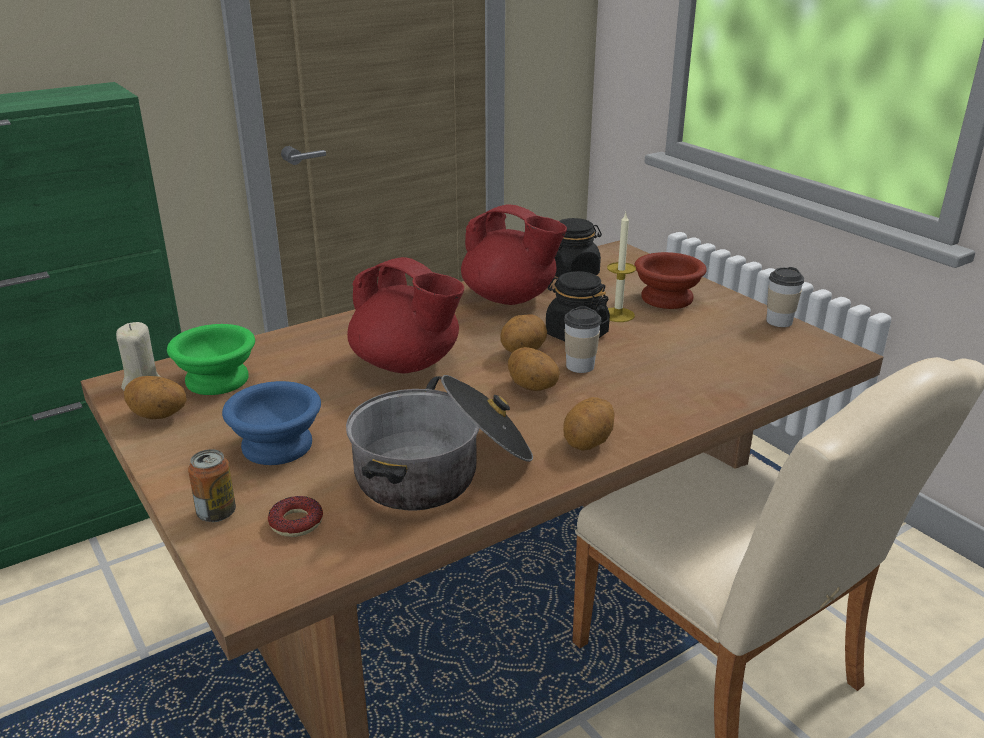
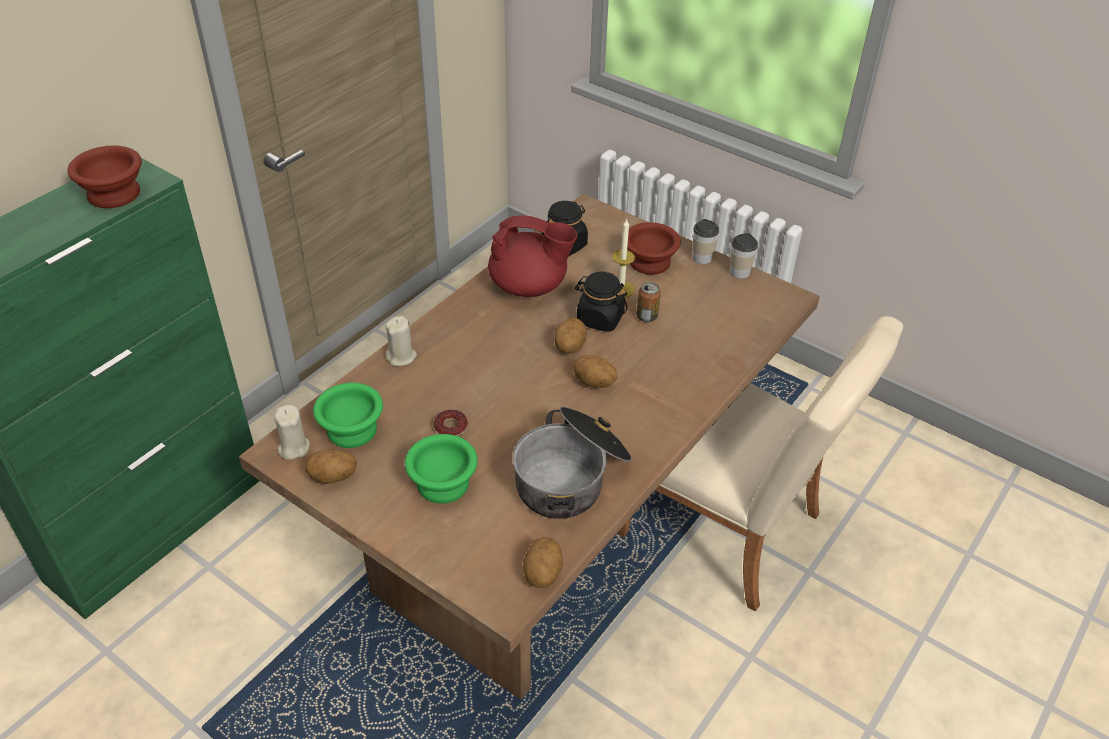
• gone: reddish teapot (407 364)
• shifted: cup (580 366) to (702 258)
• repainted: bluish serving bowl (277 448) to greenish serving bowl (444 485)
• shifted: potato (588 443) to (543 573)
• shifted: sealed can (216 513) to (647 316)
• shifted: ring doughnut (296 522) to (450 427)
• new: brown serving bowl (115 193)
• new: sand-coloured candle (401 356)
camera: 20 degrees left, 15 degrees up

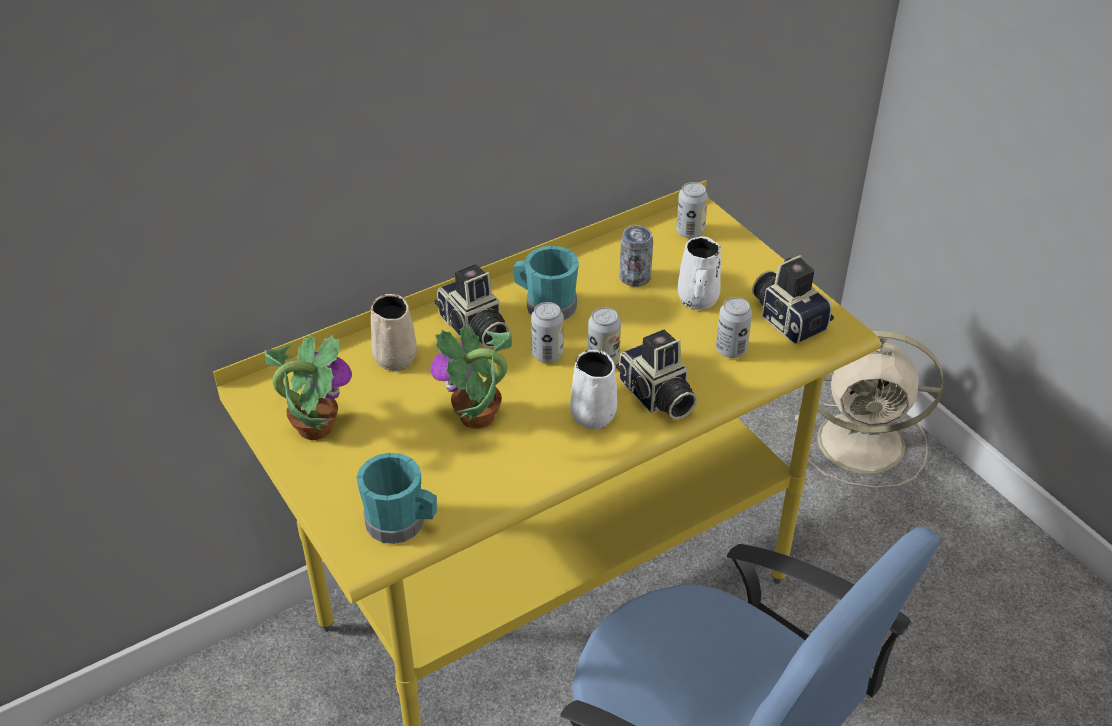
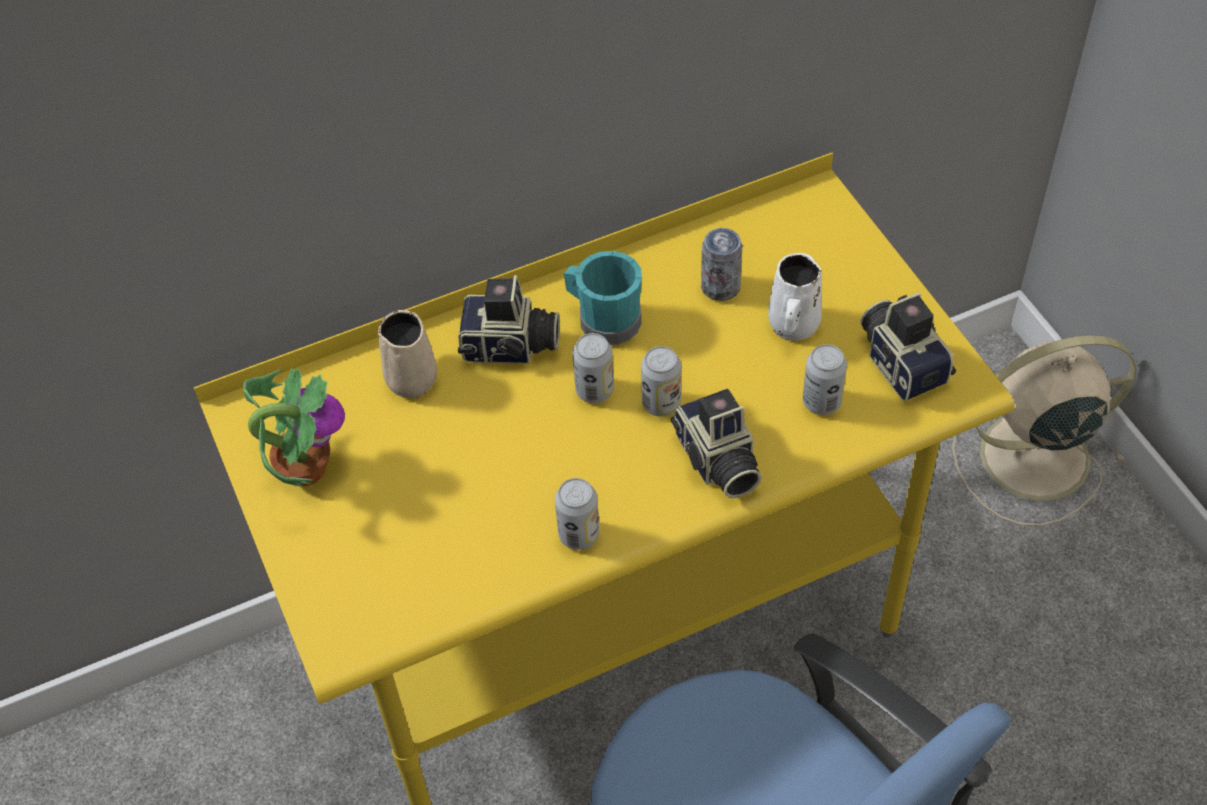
• shifted: sealed can (690 232) to (579 534)
• rotated: photo camera (473 329) = (511 347) 60 degrees counterclockwise
• gone: plant in a pot (477 417)
• rotated: sand-coloured electric fan (865 442) = (1029 457) 150 degrees clockwise
• gone: white tea mug (592 413)
• gone: blue-green tea mug (401 523)
camera: 10 degrees right, 10 degrees up

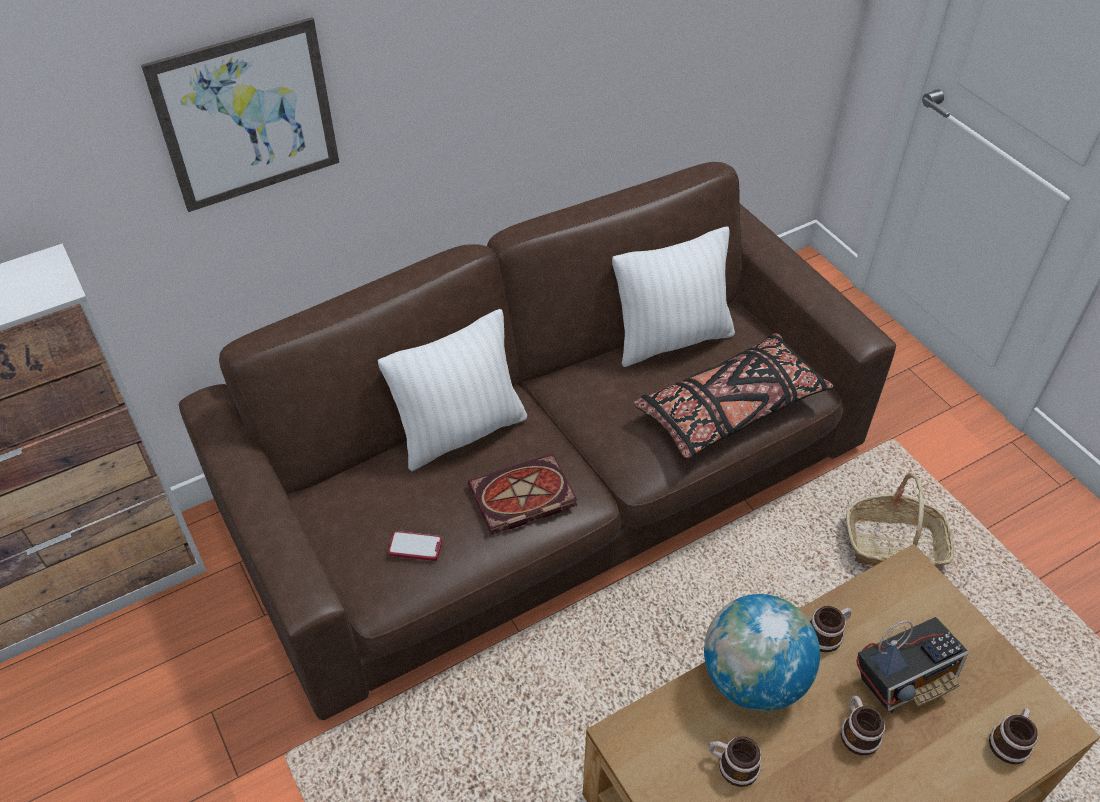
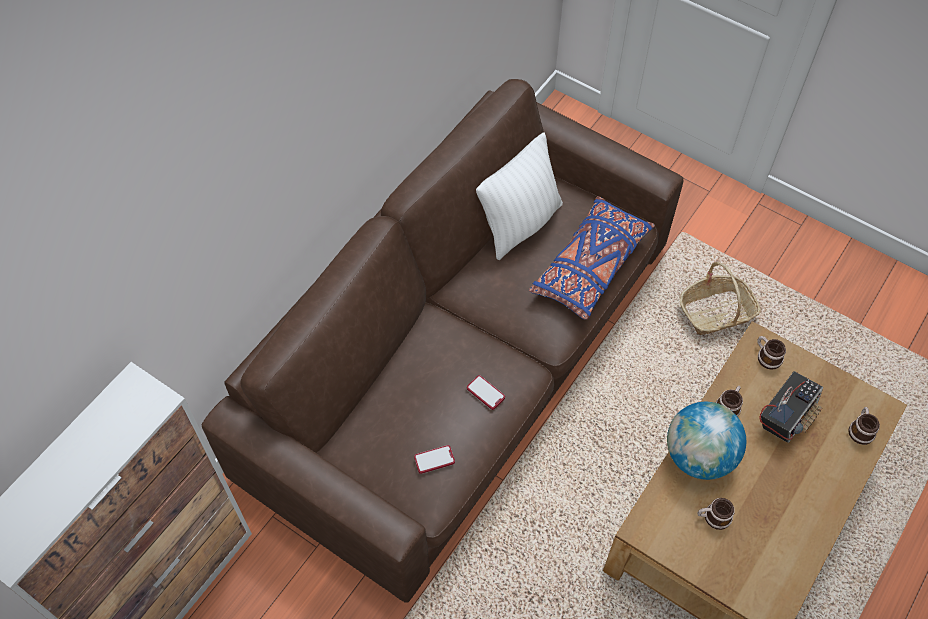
• gone: wall art (247 116)
• gone: white throw pillow (461 432)
• repainted: black throw pillow (730 409) to bluish throw pillow (590 266)
• swapped: book (520 498) to phone (485 393)
• shifted: tea mug (857 731) to (766 356)
camera: 25 degrees left, 10 degrees up

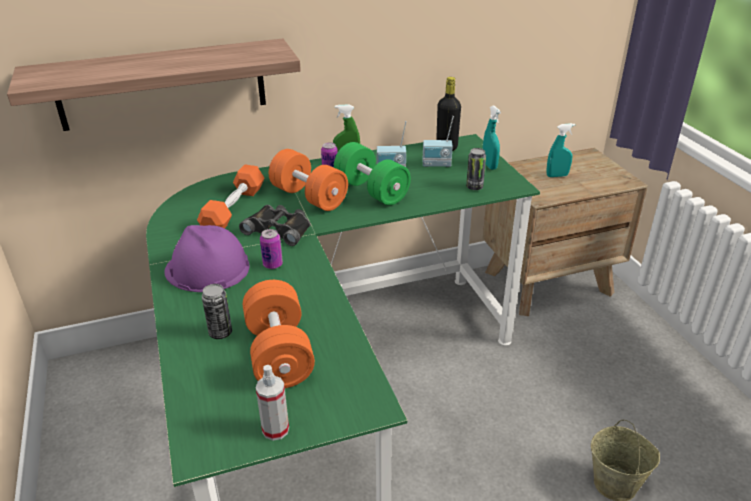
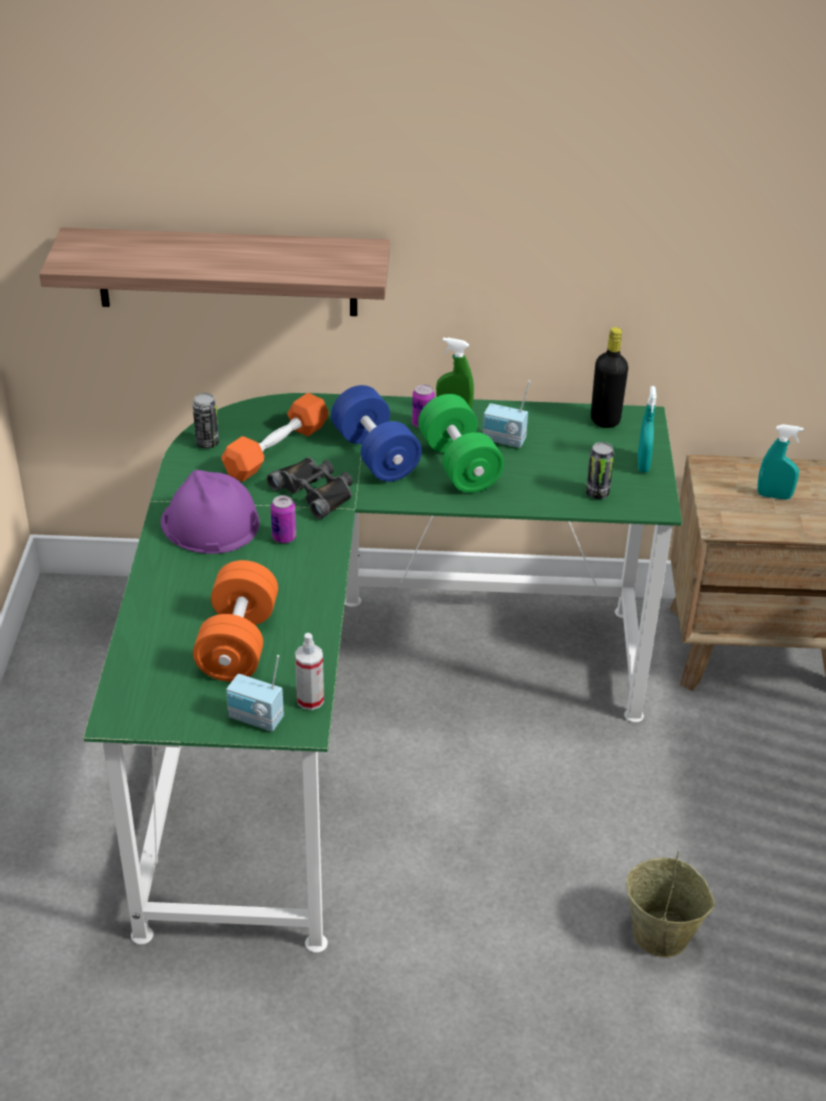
• shifted: radio set (436 165) to (255 719)
• repainted: orange free weight (309 197) to bluish free weight (375 455)
• shifted: sealed can (220 333) to (207 443)
• shifted: sprayer (275 429) to (310 700)
camera: 20 degrees right, 5 degrees up

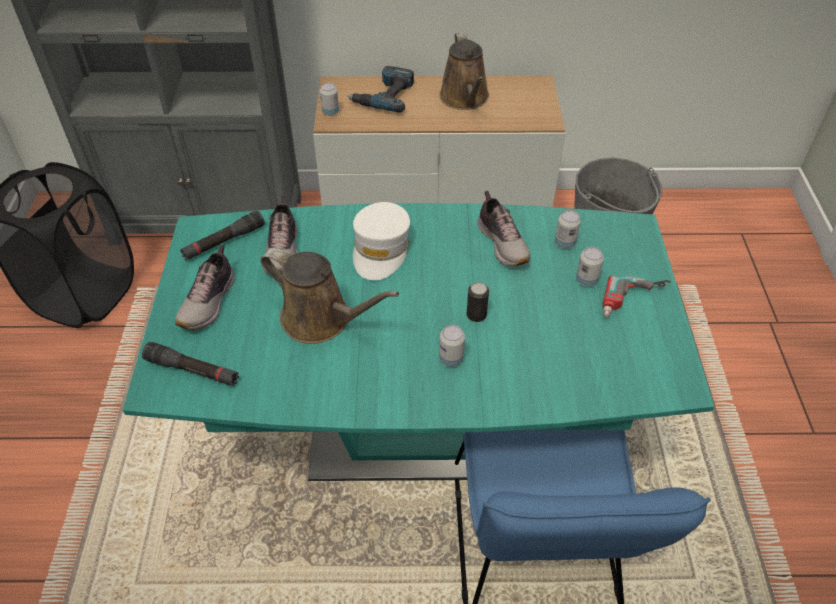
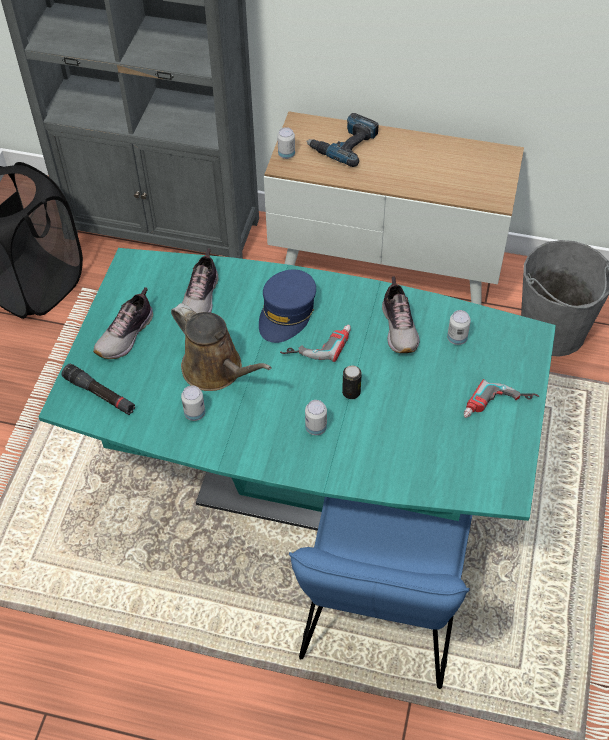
• gone: brown sprinkling can (465 99)
• repainted: white peaked cap (381 249) to bluish peaked cap (287 313)
• gone: black hand torch (224 242)
• shifted: sealed can (586 280) to (195 413)
• new: power drill (317 343)
camera: 15 degrees right, 5 degrees up

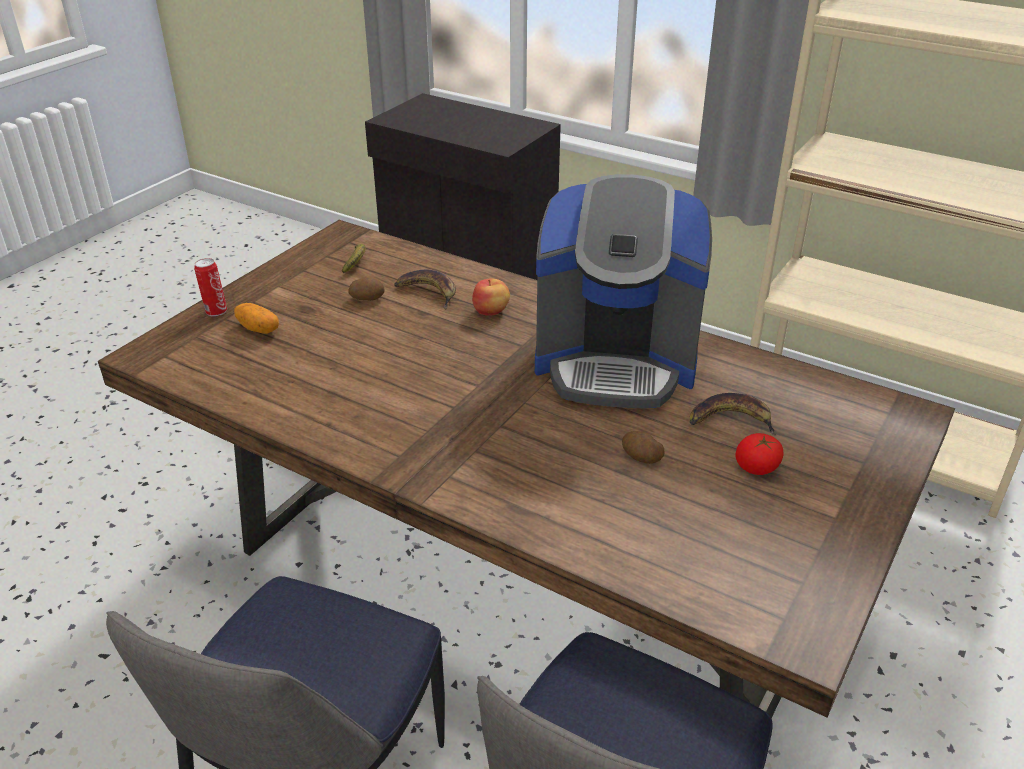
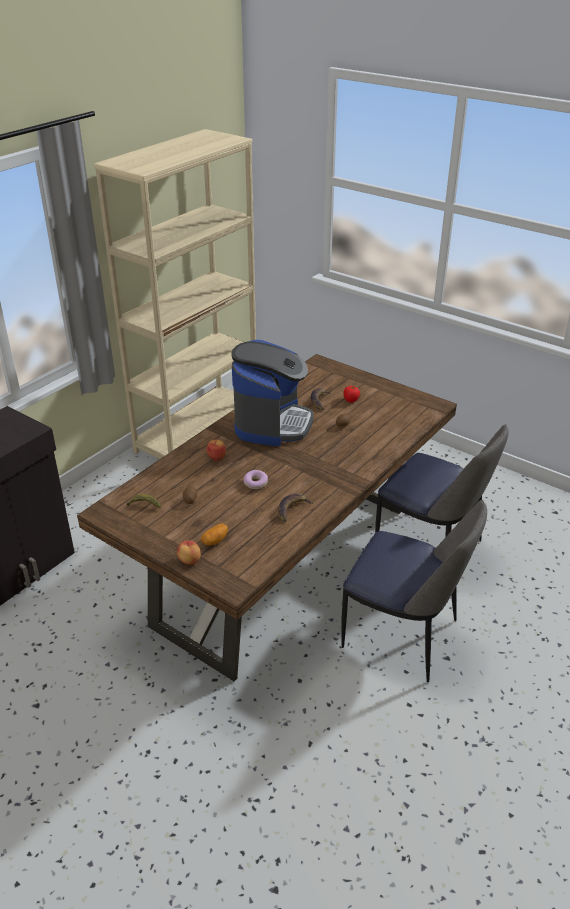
• swapped: sealed can (215 311) to whole apple (189 561)
• shifted: banana fruit (428 292) to (292 509)
• new: ring doughnut (255 483)
camera: 85 degrees left, 0 degrees up

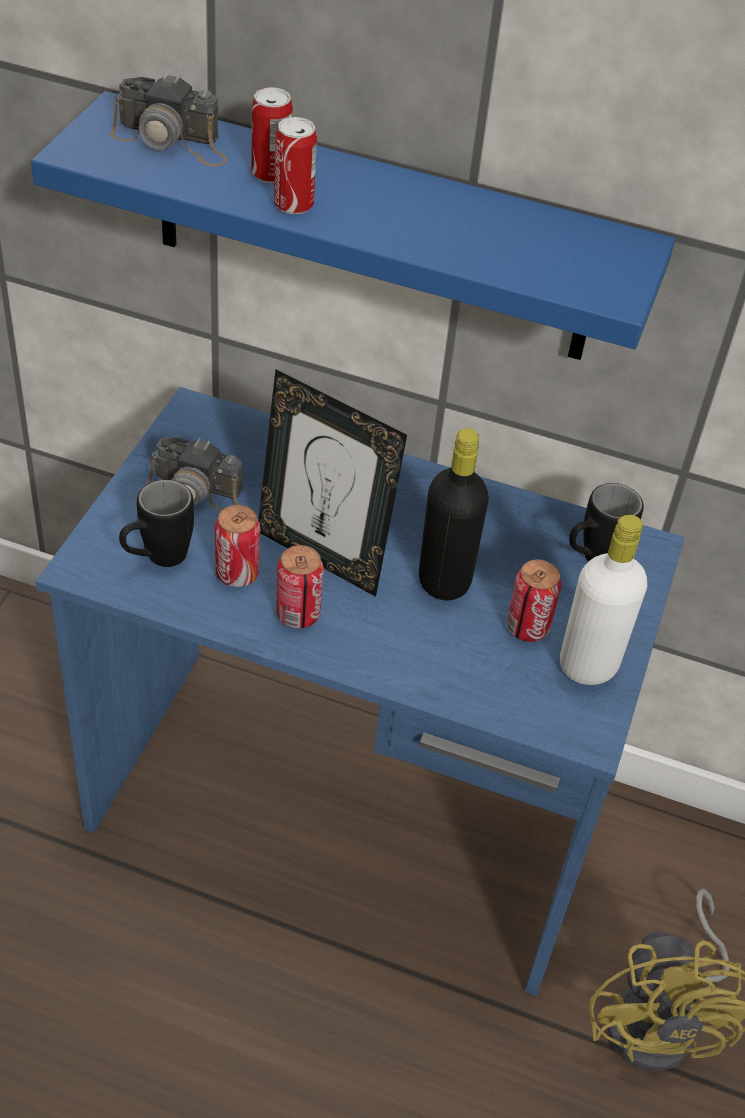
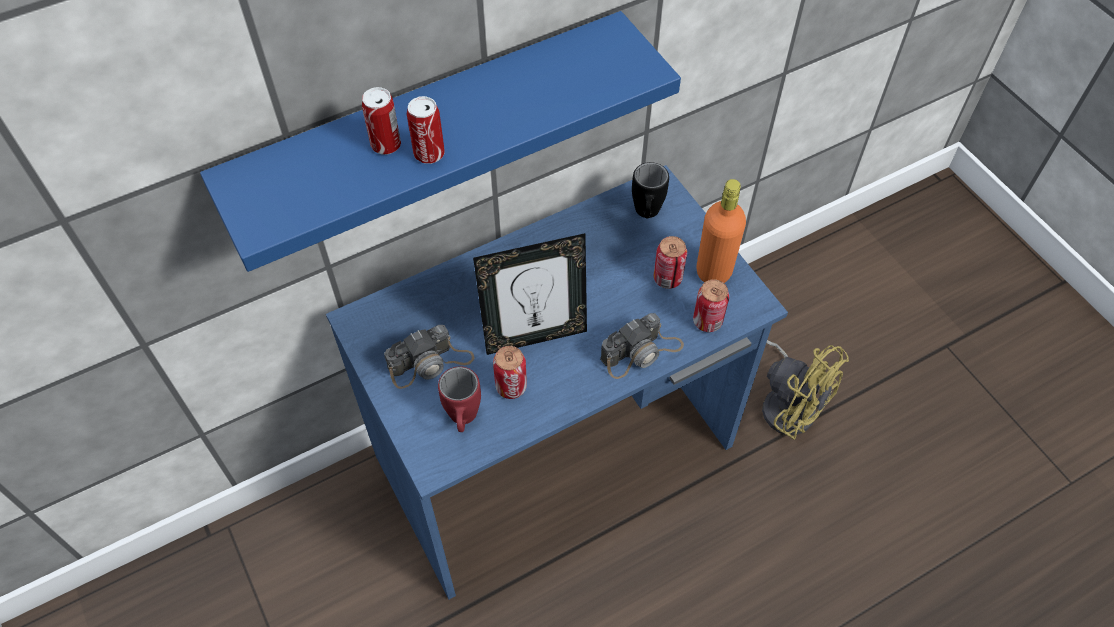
• shifted: photo camera (172 141) to (641 352)
• gone: black beverage bottle (444 581)
• repainted: black tea mug (156 560) to reddish tea mug (463 421)
• repainted: white beverage bottle (588 665) to orange beverage bottle (713 271)
• shifted: sealed can (298 614) to (707 321)
camera: 45 degrees left, 10 degrees up

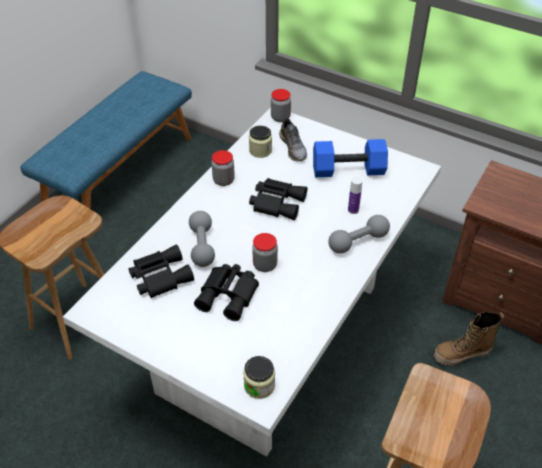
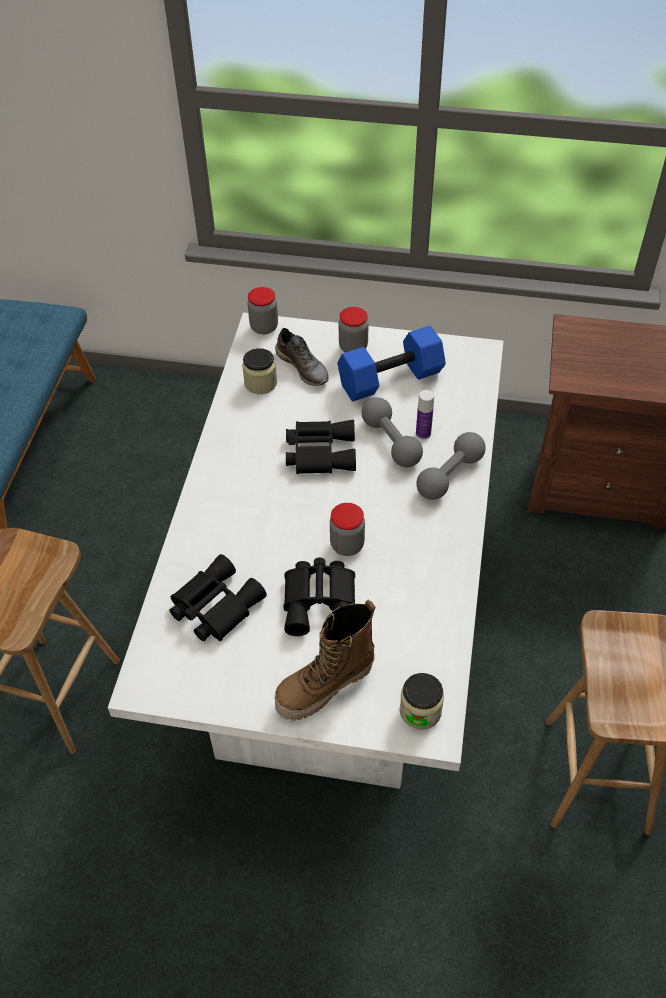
• shifted: storage jar (223 180) to (353 347)
• shifted: gray free weight (202 246) to (391 442)
• shifted: high-top boot (462 354) to (325 686)
camera: 20 degrees left, 5 degrees up

